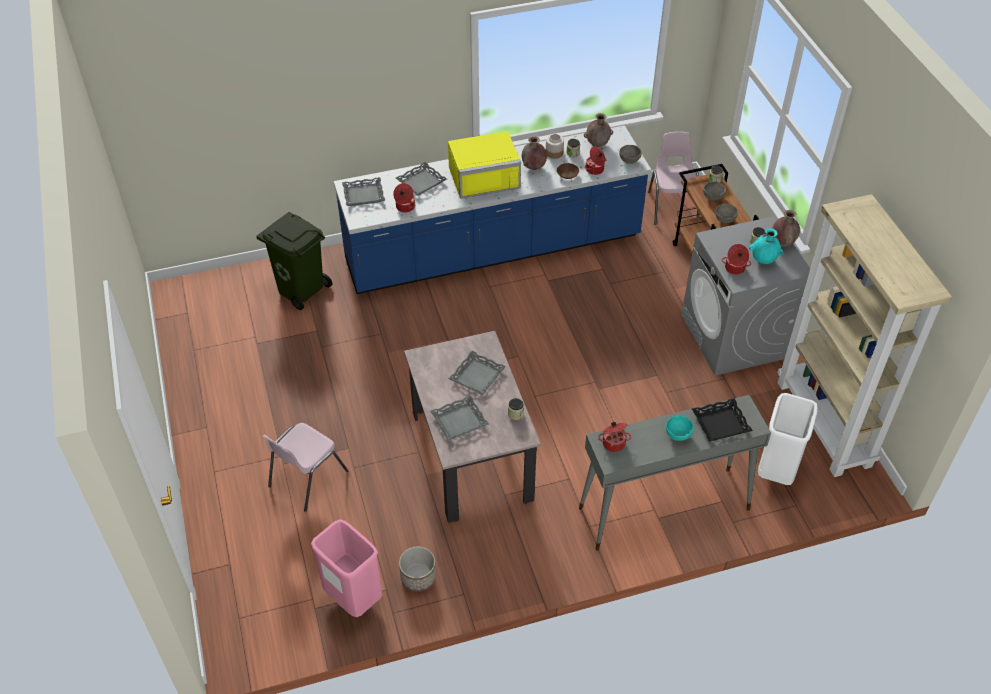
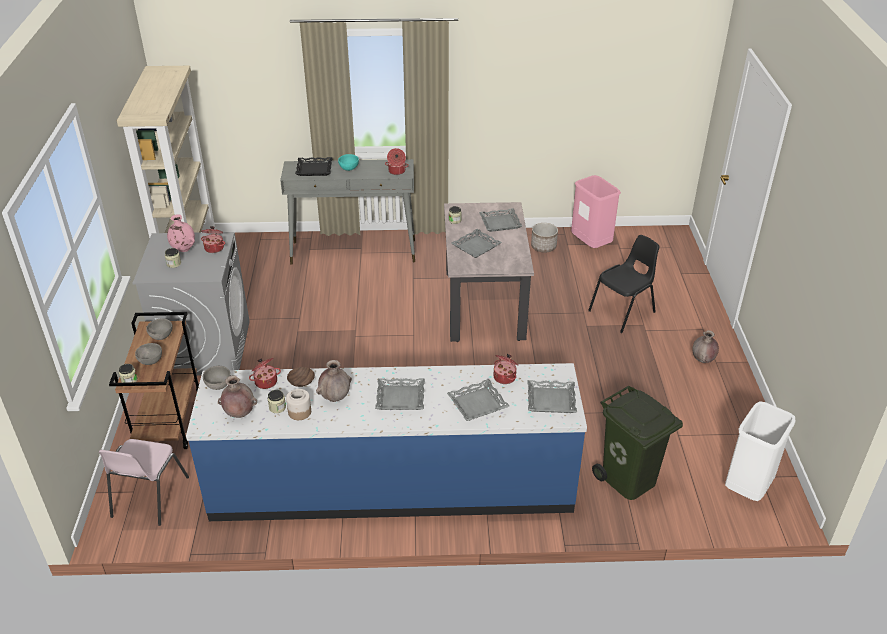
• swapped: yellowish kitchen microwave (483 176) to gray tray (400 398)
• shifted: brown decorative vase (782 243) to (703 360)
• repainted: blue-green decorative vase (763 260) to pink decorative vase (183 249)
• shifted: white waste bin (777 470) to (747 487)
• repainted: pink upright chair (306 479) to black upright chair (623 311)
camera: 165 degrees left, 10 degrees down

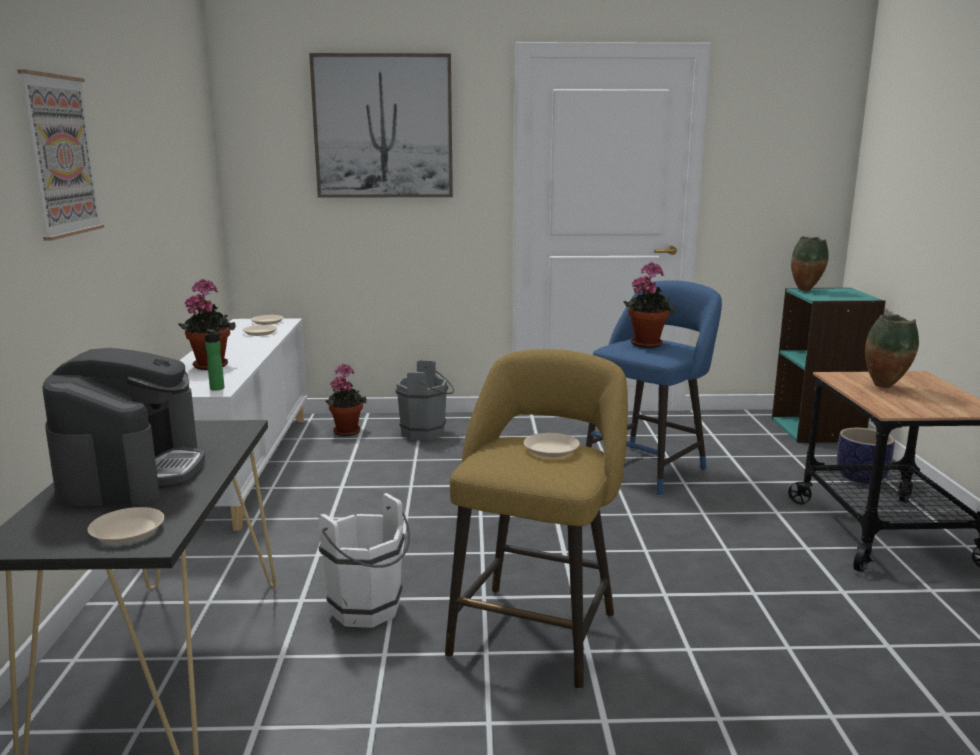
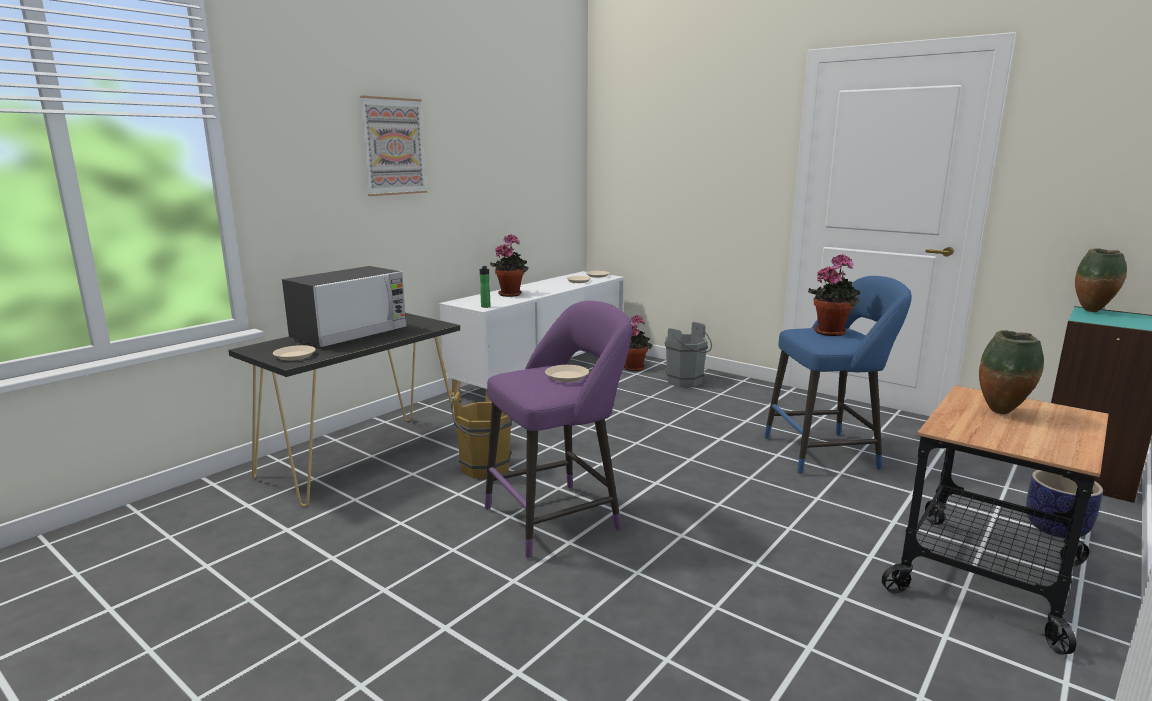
• gone: wall art (383 127)
• swapped: coffee maker (132 472) to kitchen microwave (350 334)
• repainted: yellowish sitting stool (536 629) to purplish sitting stool (559 517)
• repainted: white bucket (368 611) to brown bucket (485 470)
camera: 40 degrees right, 0 degrees up

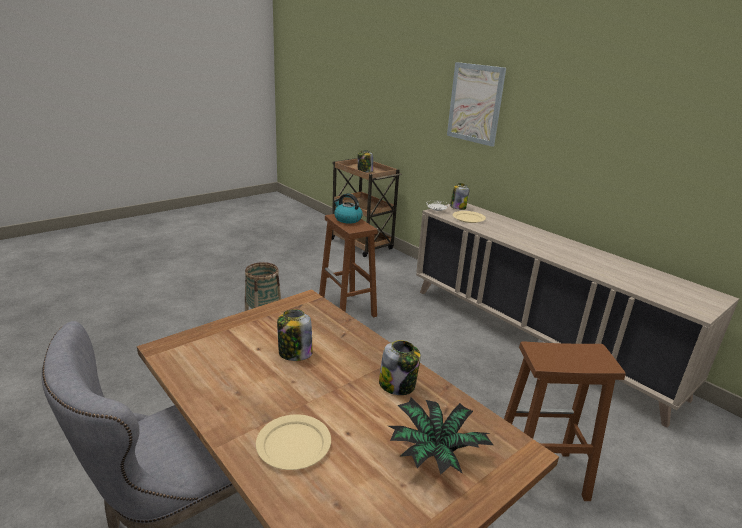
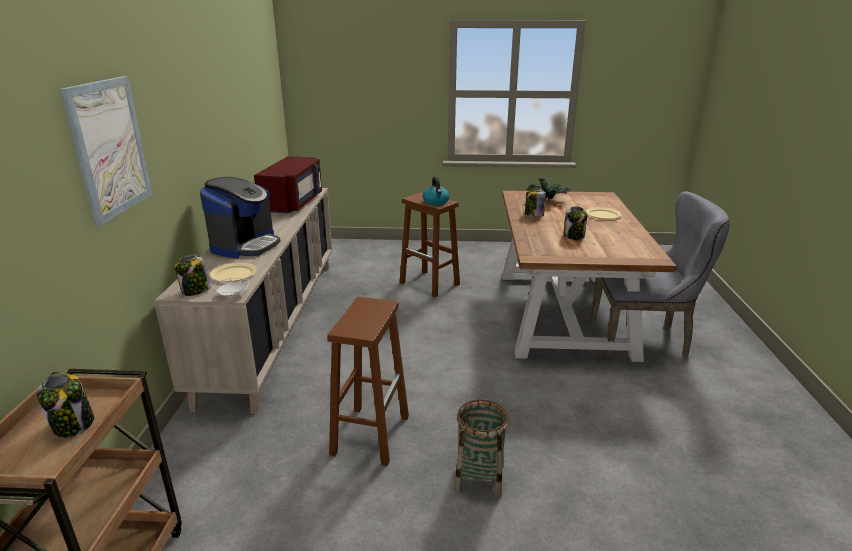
• shifted: water kettle (347 219) to (436 202)
• new: reddish kitchen microwave (293 203)
• new: coffee maker (245 245)
camera: 135 degrees left, 0 degrees up

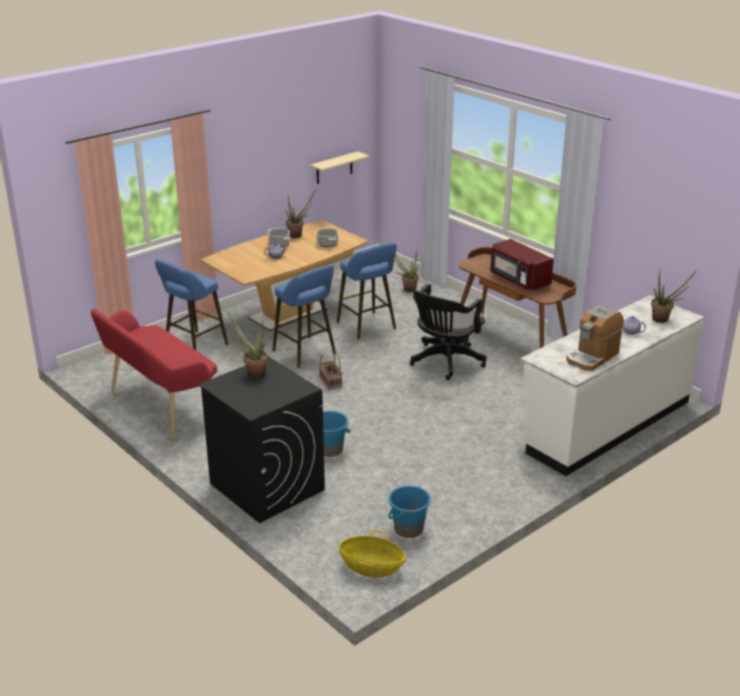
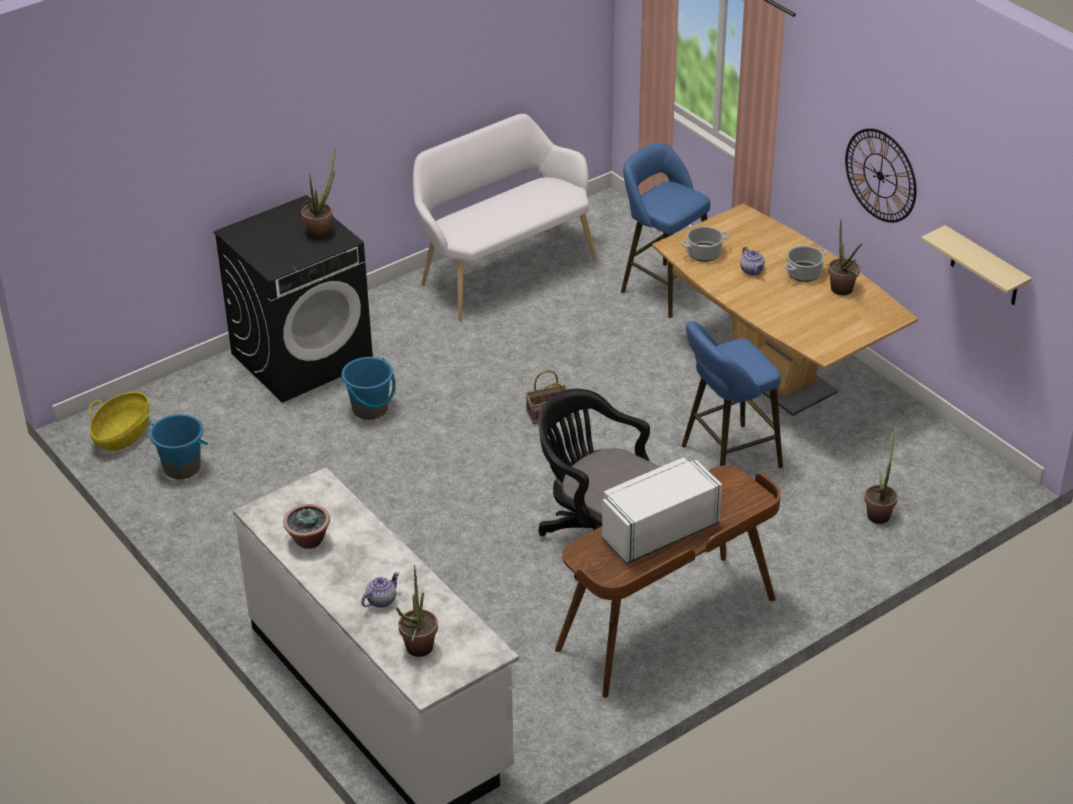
• shifted: saucepot (327 244) to (704 253)
• repainted: reddish kitchen microwave (518 280) to white kitchen microwave (657 531)
• gone: bluish sitting stool (306 353)
• swapped: coffee maker (592 357) to plant in a pot (308 540)
• repainted: reddish long seat (160 406) to white long seat (502 270)
• new: clock on the wall (880 175)
camera: 95 degrees right, 10 degrees up

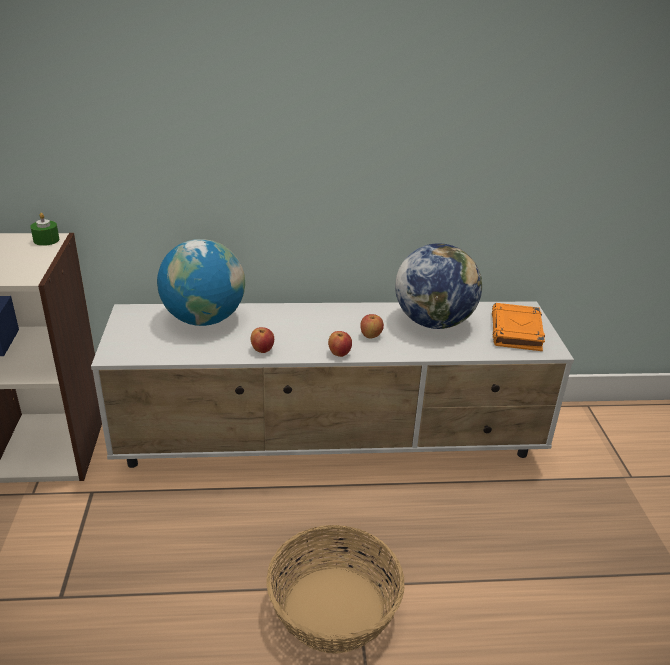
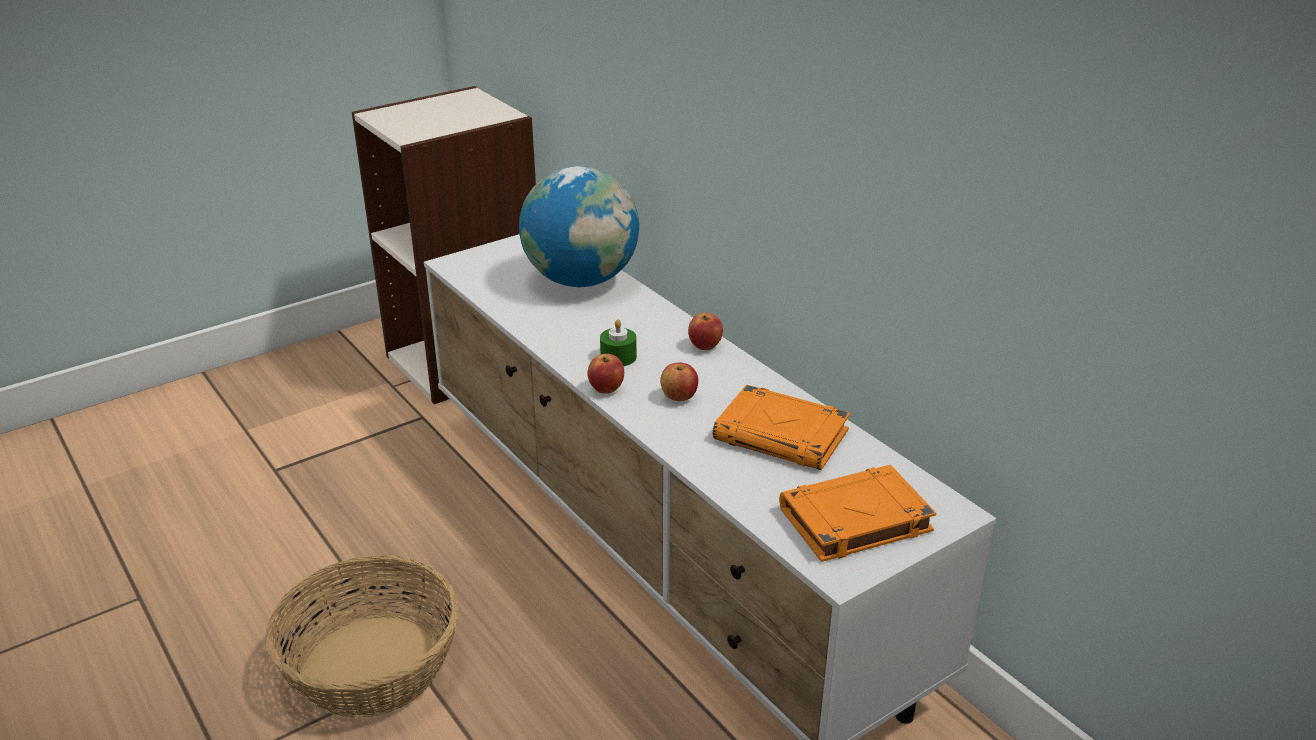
• shifted: greenish candle (46 240) to (618 357)
• swapped: globe (433 322) to orange book (782 435)
• shifted: whole apple (262 350) to (705 346)
camera: 60 degrees right, 0 degrees up

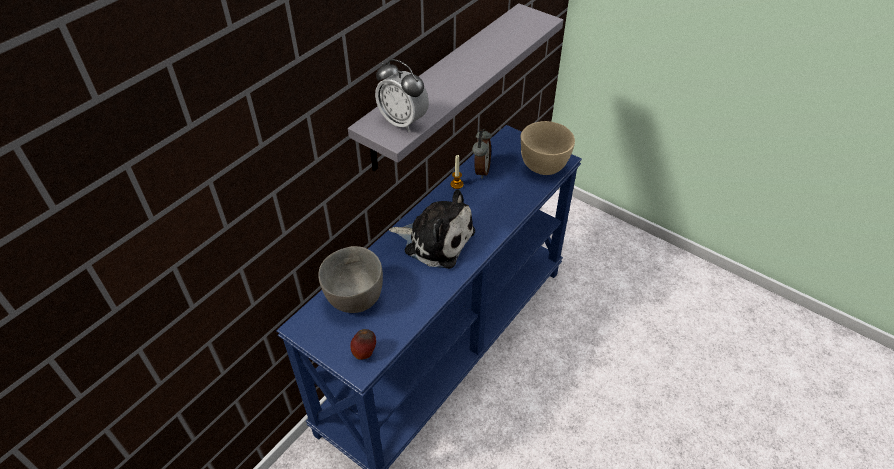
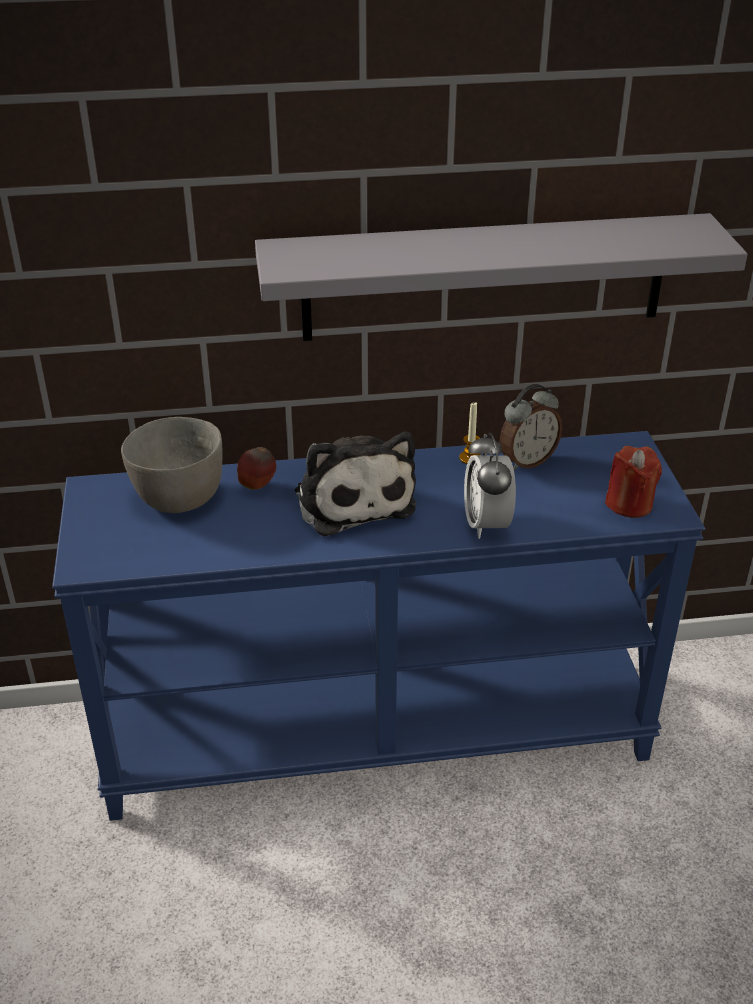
• shifted: bedside clock (403 122) to (486 524)
• swapped: sand-coloured serving bowl (544 165) to reddish candle (629 504)
• shifted: whole apple (365 353) to (257 486)
camera: 45 degrees right, 10 degrees down

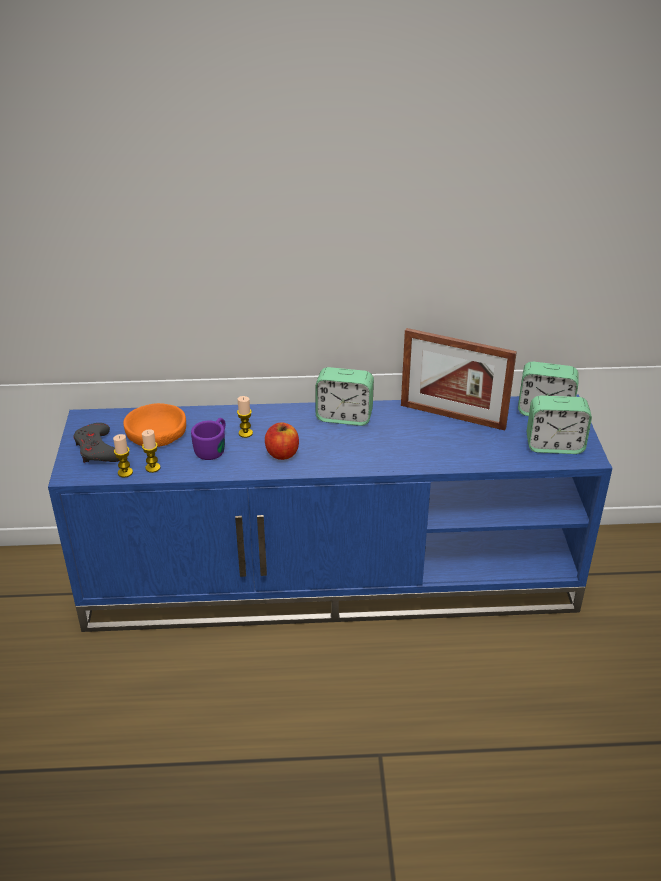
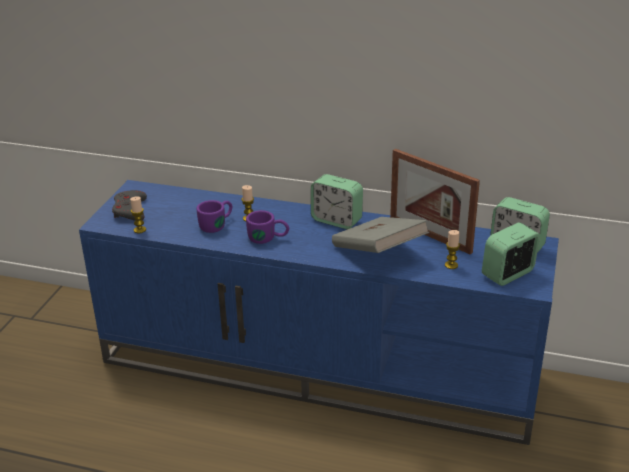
• rotated: bedside clock (554 445) = (508 274) 120 degrees clockwise
• gone: orange serving bowl (156 433)
• swapped: whole apple (282 453) to purplish tea mug (268 238)
• shifted: candle (153 468) to (451 265)
• new: gray book (378 252)
camera: 20 degrees right, 5 degrees down

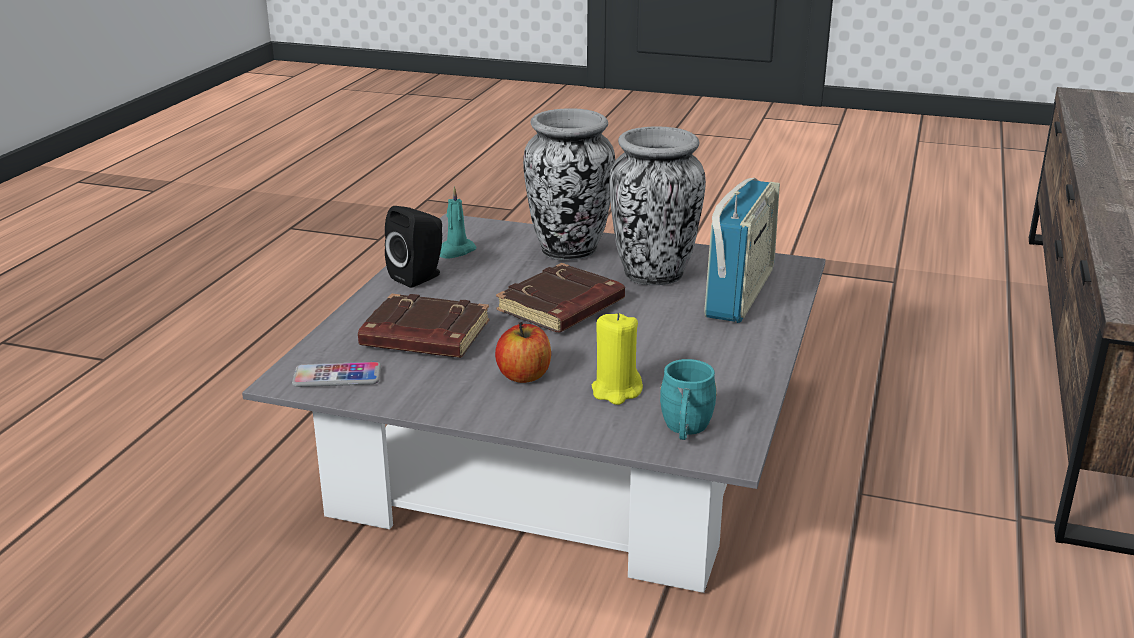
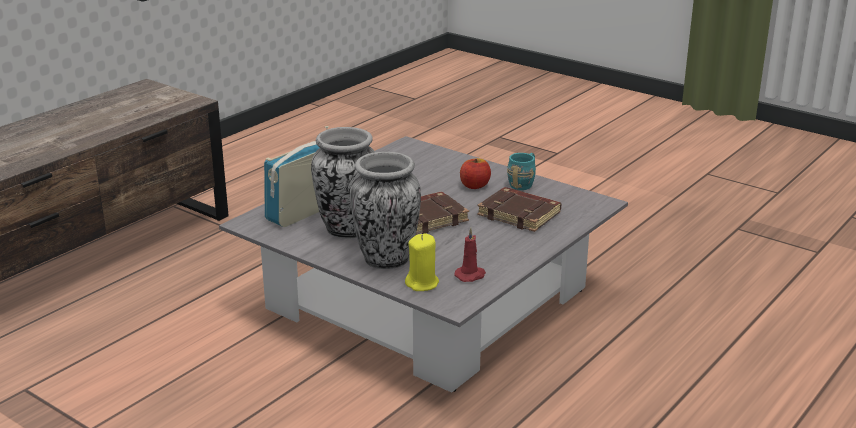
• repainted: blue-green candle (456 251) to reddish candle (471 275)
• gone: black audio speaker (419 277)
• shifted: yellowish candle (616 391) to (422 283)
• shifted: blue-green tea mug (685 430) to (523 183)
• gone: phone (337 376)
camera: 160 degrees left, 0 degrees up

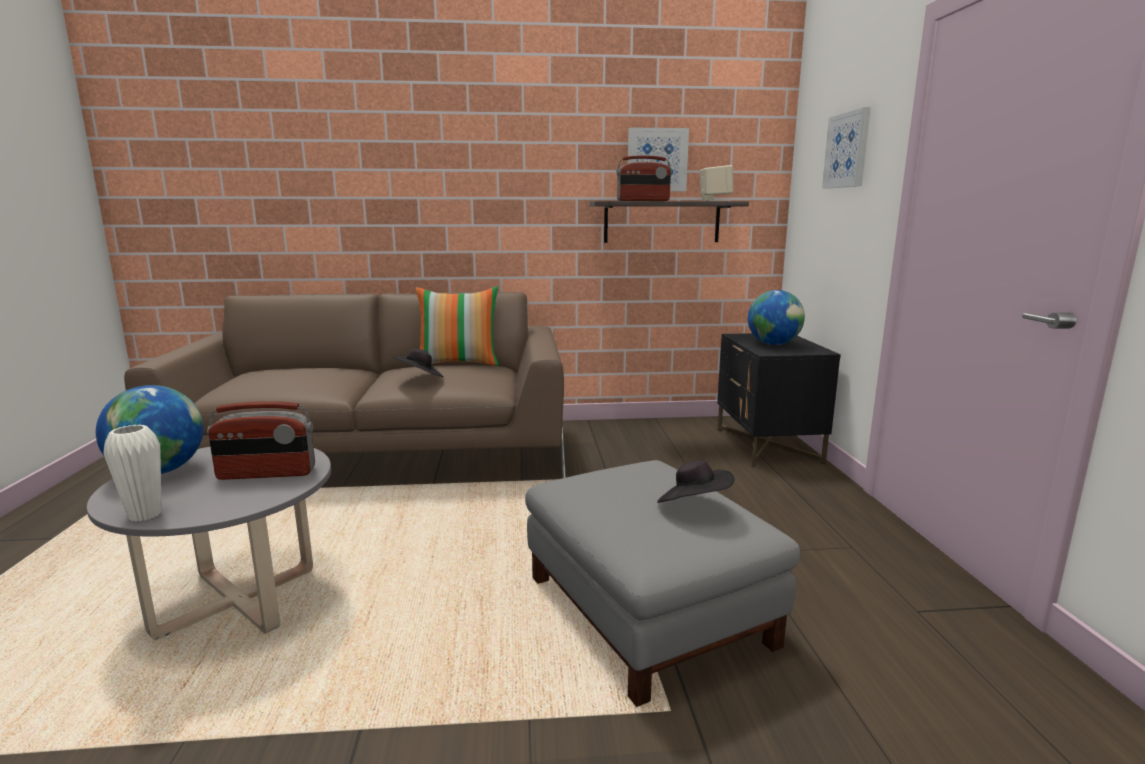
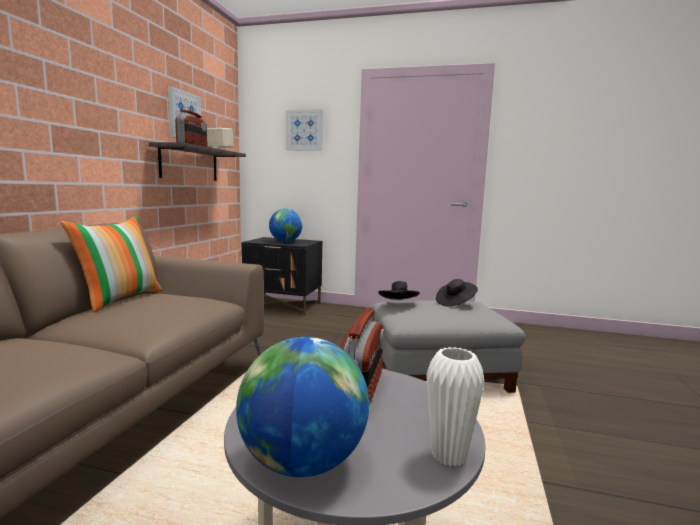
• shifted: black hat (420 378) to (399 304)
camera: 70 degrees left, 5 degrees down

